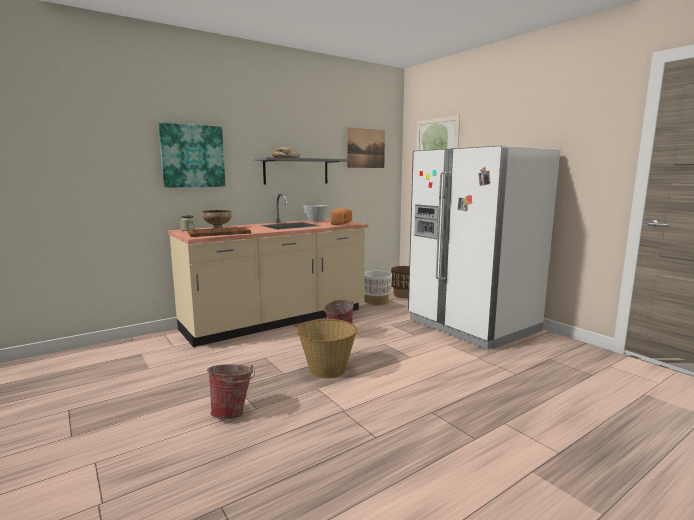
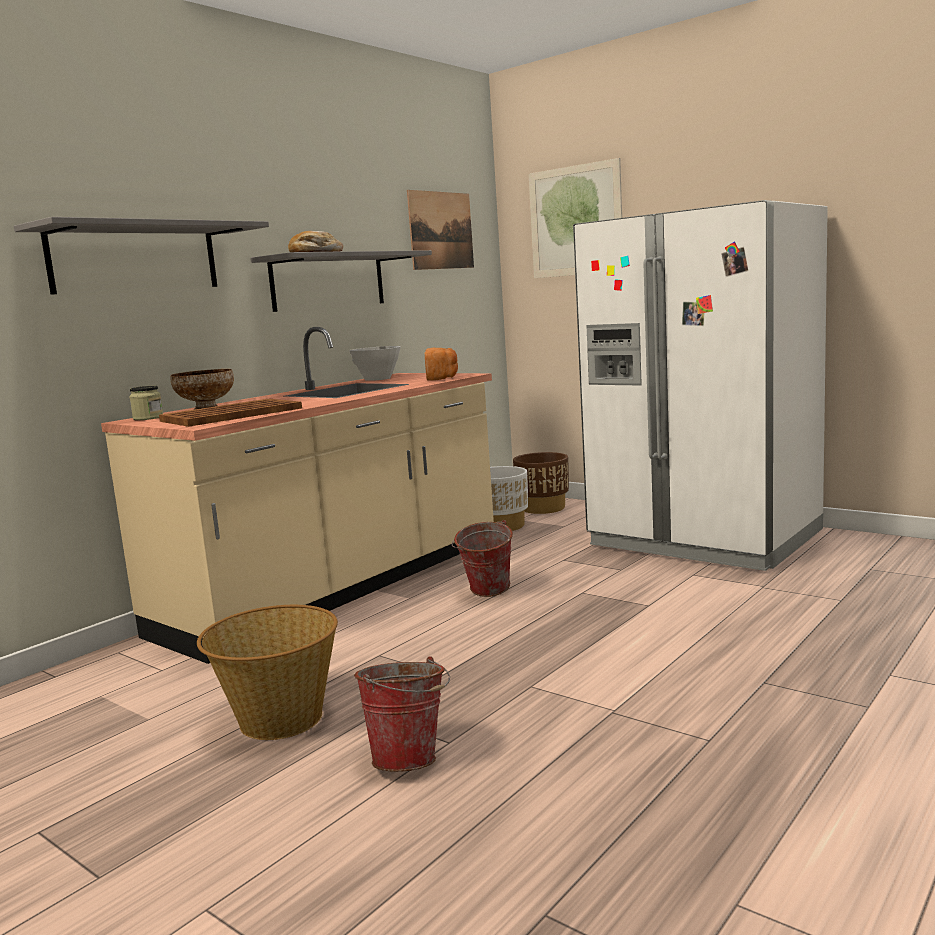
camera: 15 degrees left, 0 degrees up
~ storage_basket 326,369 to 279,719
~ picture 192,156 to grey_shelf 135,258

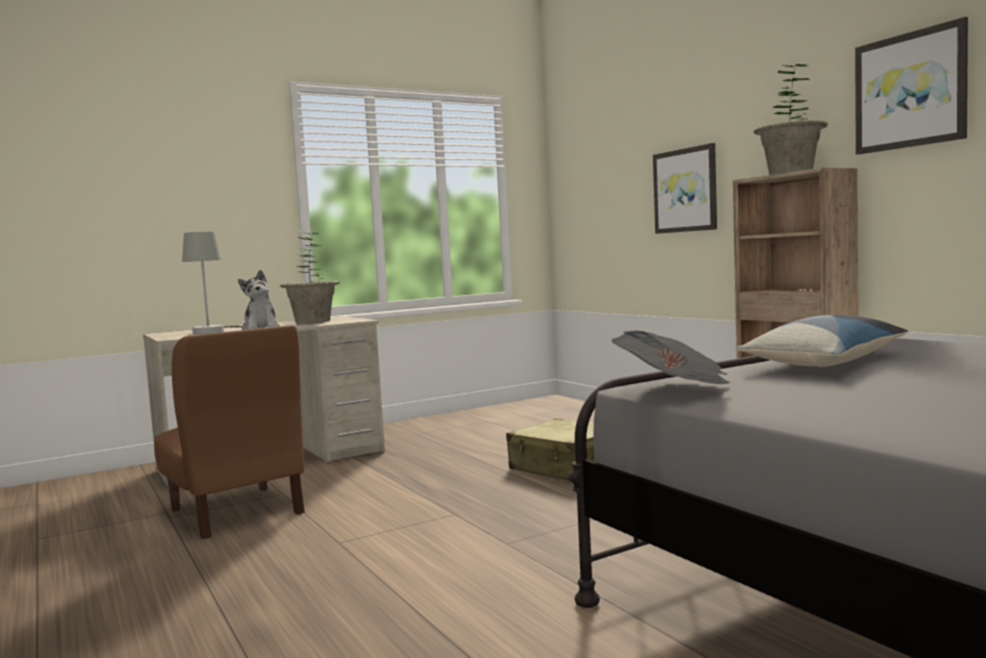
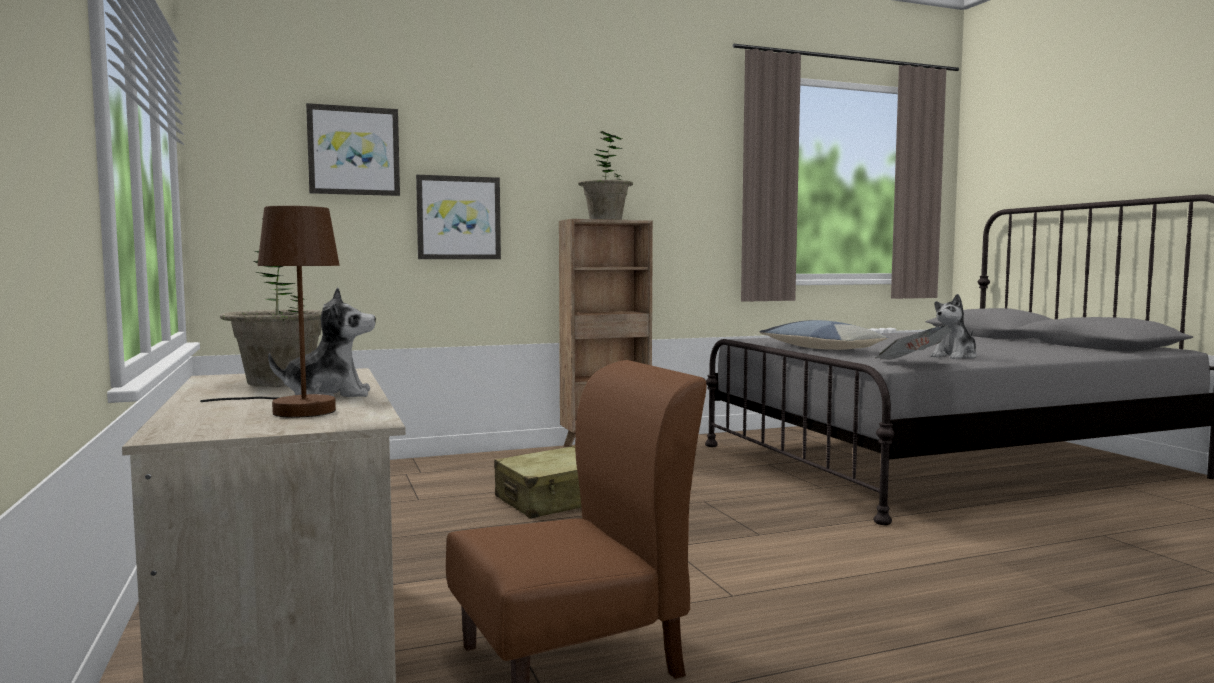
camera: 80 degrees left, 0 degrees up
+ plush_toy 955,356
~ picture 910,90 to 354,151
~ grey_table_lamp 216,331 to brown_table_lamp 293,409

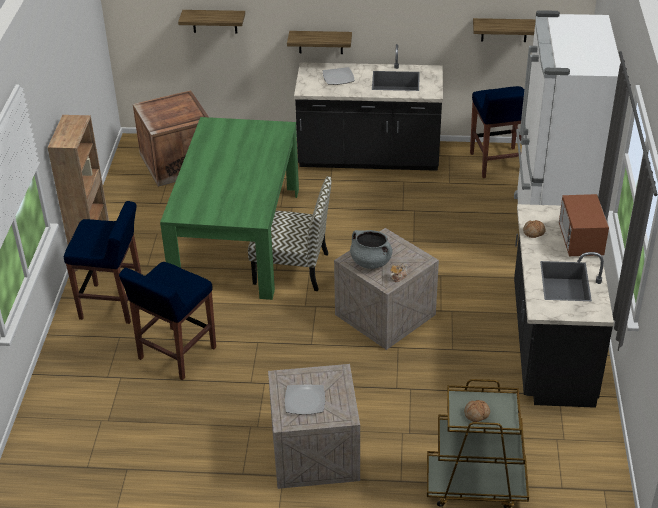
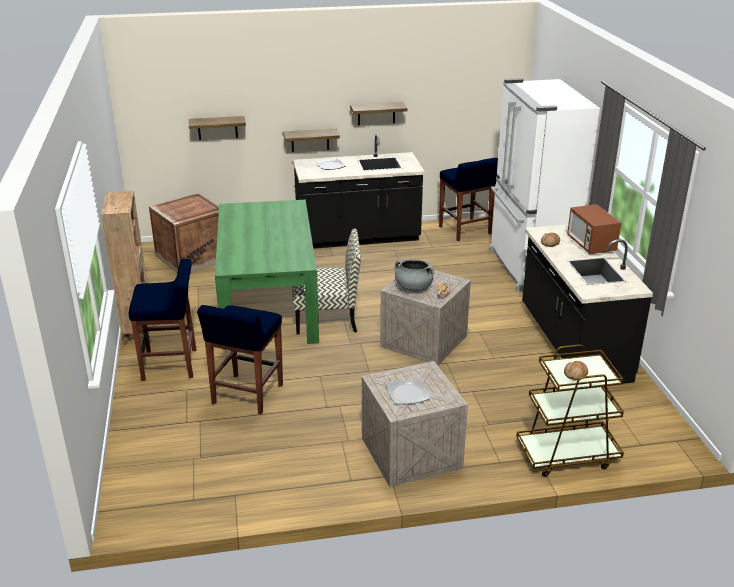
camera: 15 degrees left, 10 degrees down
~ shelf 504,30 to 376,113

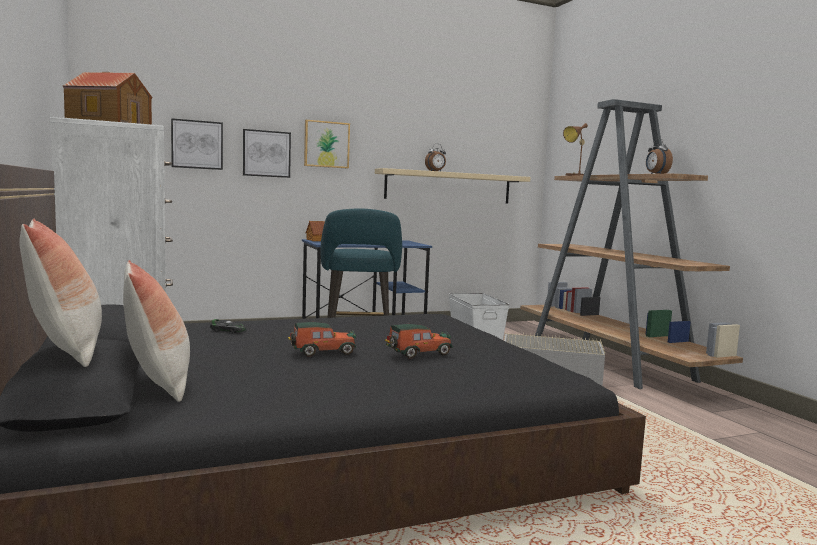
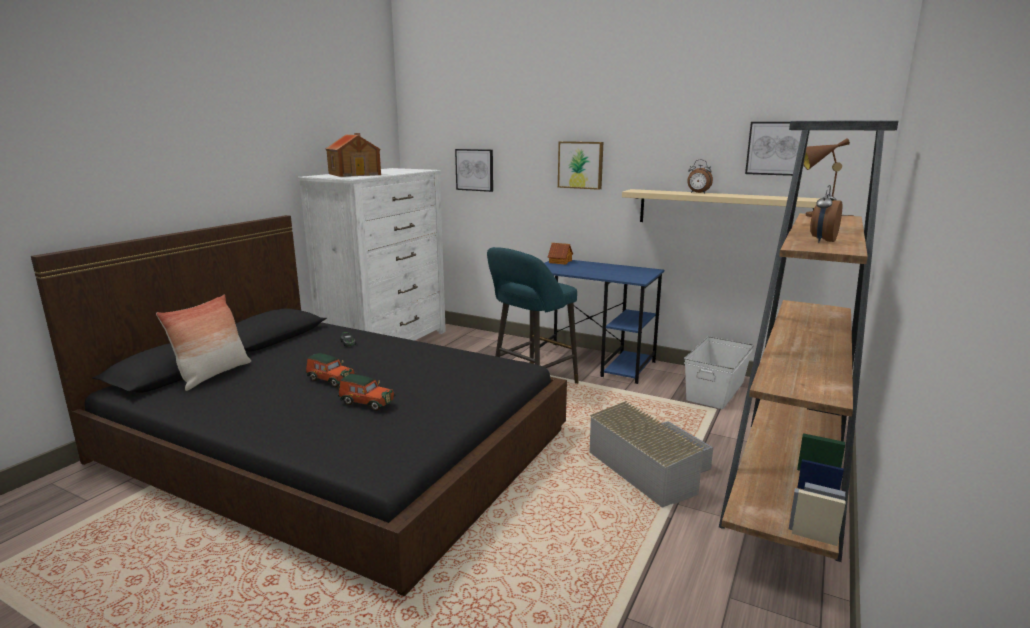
camera: 50 degrees right, 10 degrees up
- throw_pillow 65,351
~ picture 266,153 to 776,148

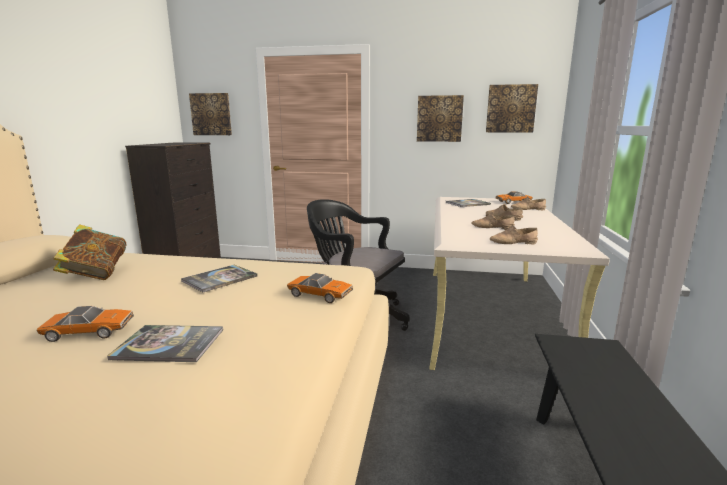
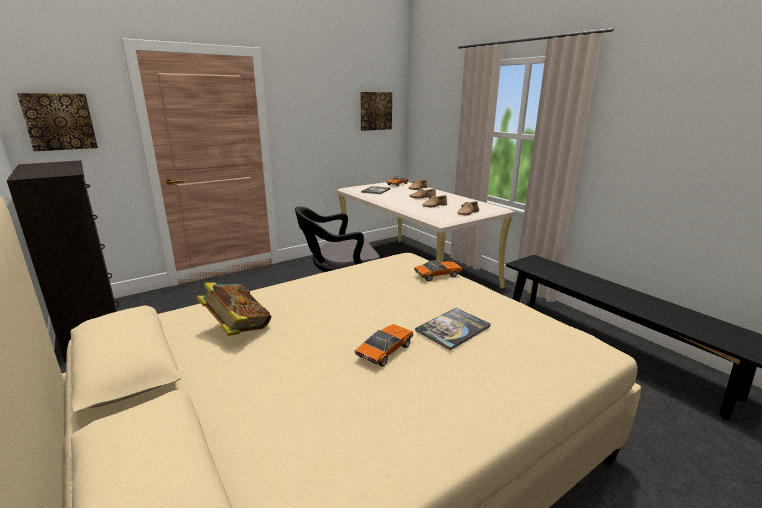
camera: 45 degrees left, 5 degrees up
- book 220,279
- picture 439,118

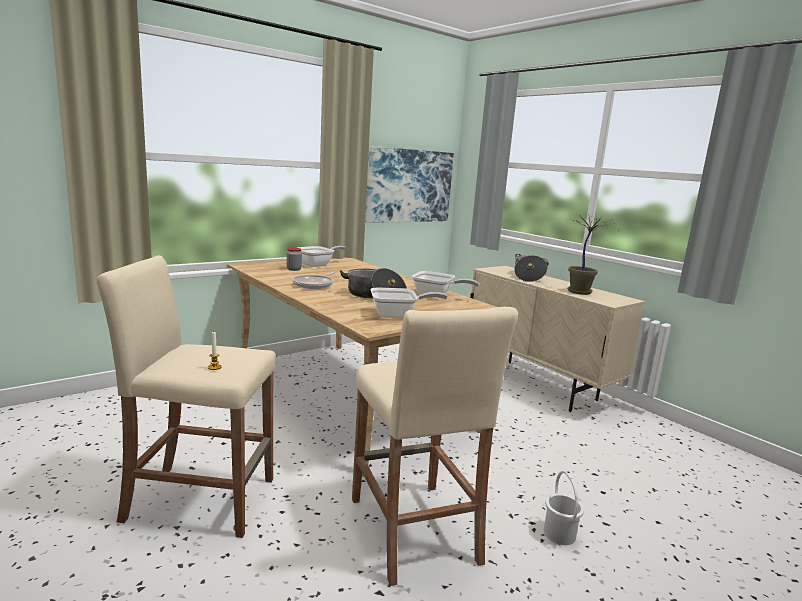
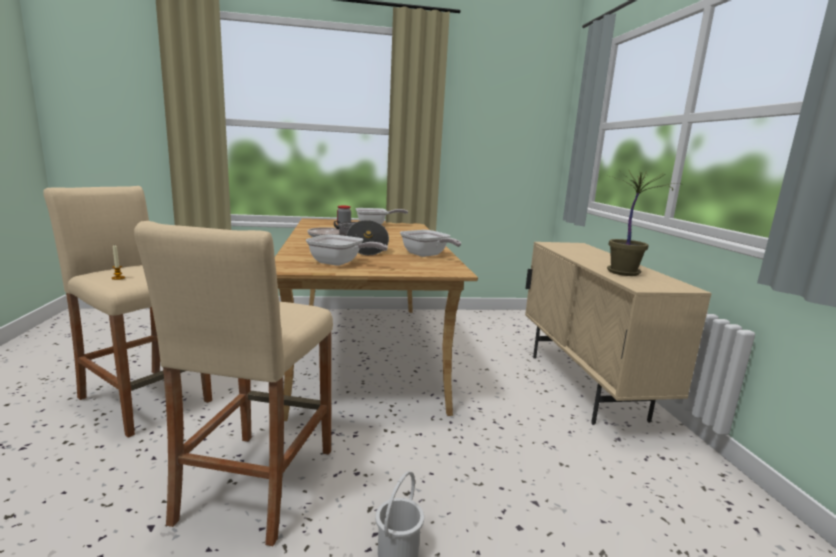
camera: 30 degrees right, 0 degrees up
- picture 409,186
- saucepot 529,277

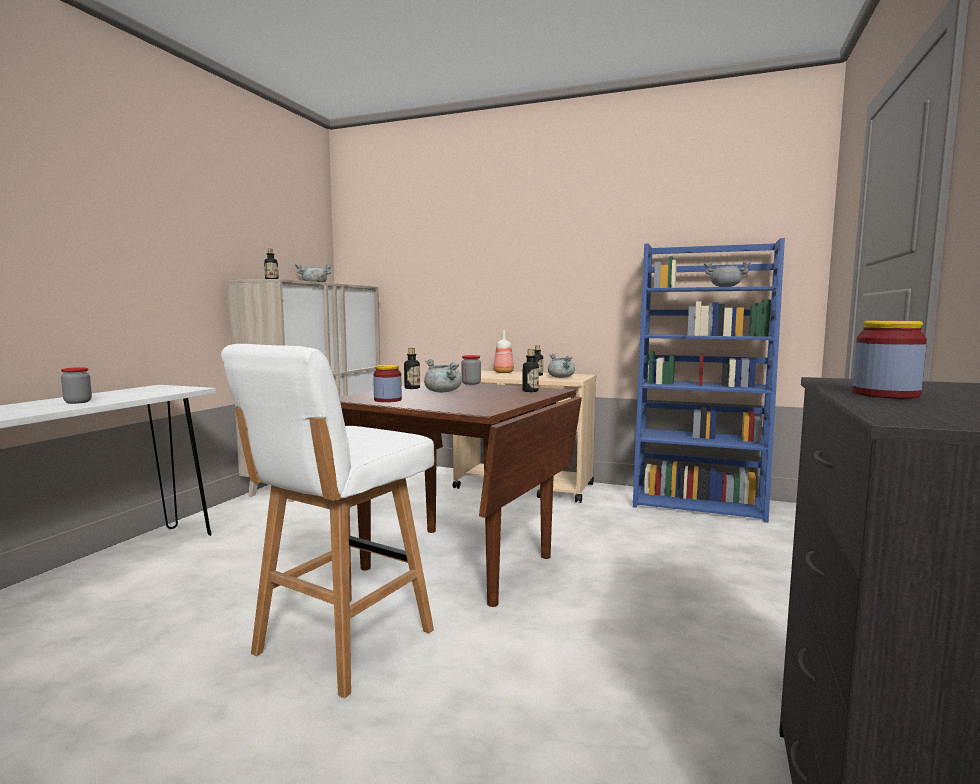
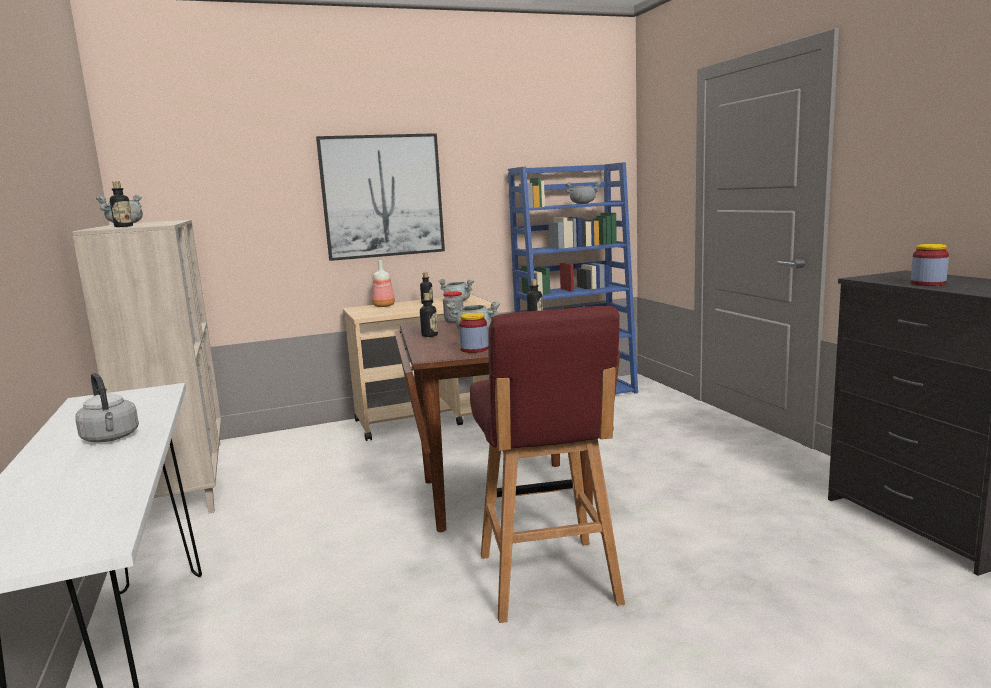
camera: 40 degrees left, 5 degrees up
+ picture 382,196
~ preserve_jar 78,402 to grey_kettle 111,438
~ white-coloured_sitting_stool 341,644 to red-coloured_sitting_stool 548,581

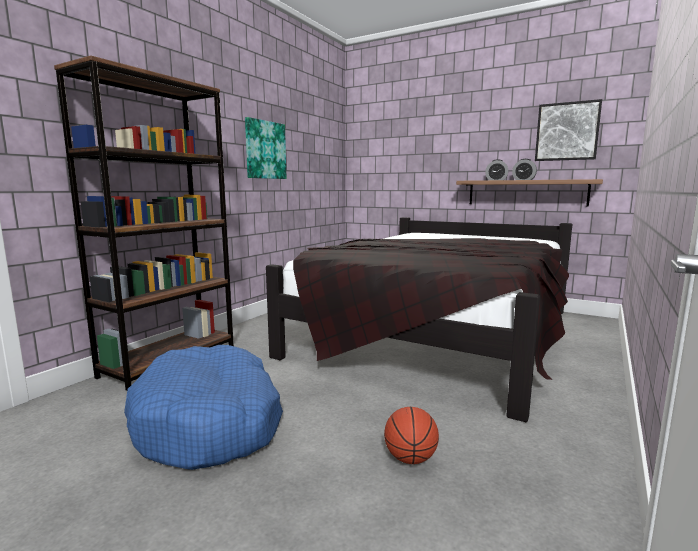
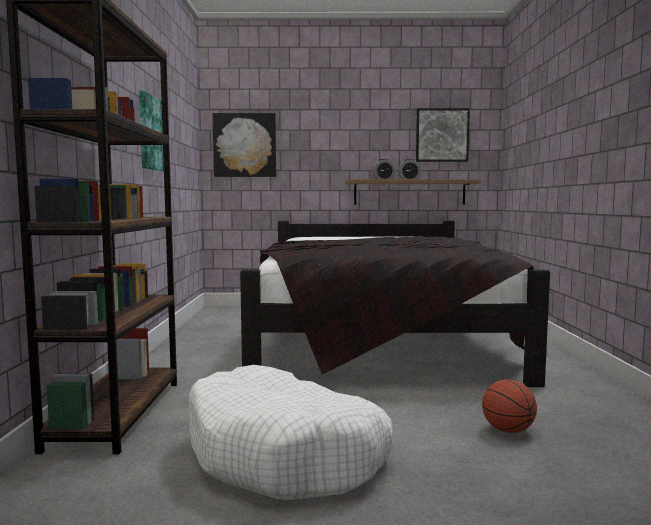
camera: 30 degrees left, 5 degrees down
+ picture 245,145
~ bluish_dog_cushion 210,422 to white-coloured_dog_cushion 285,454

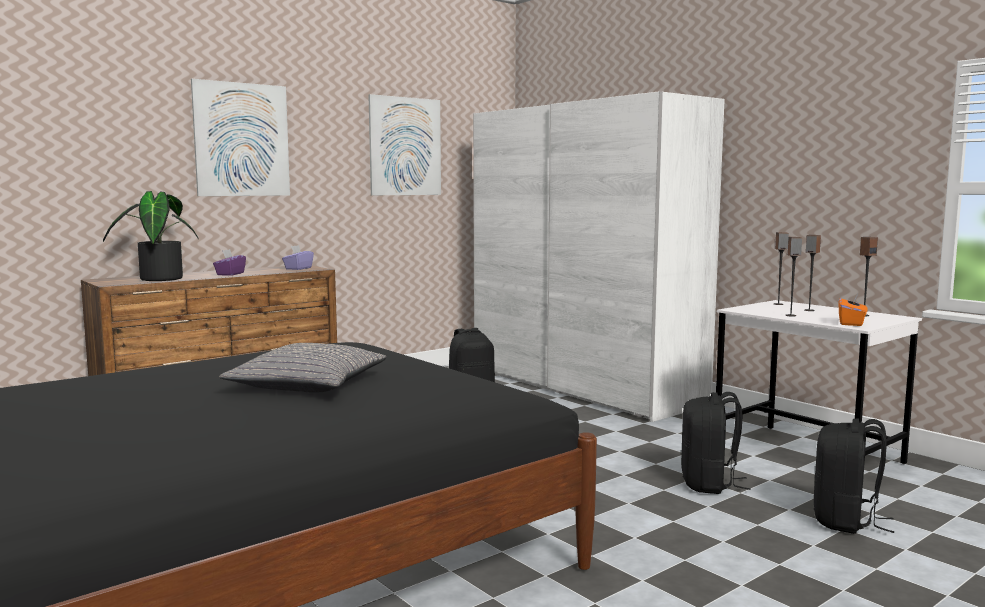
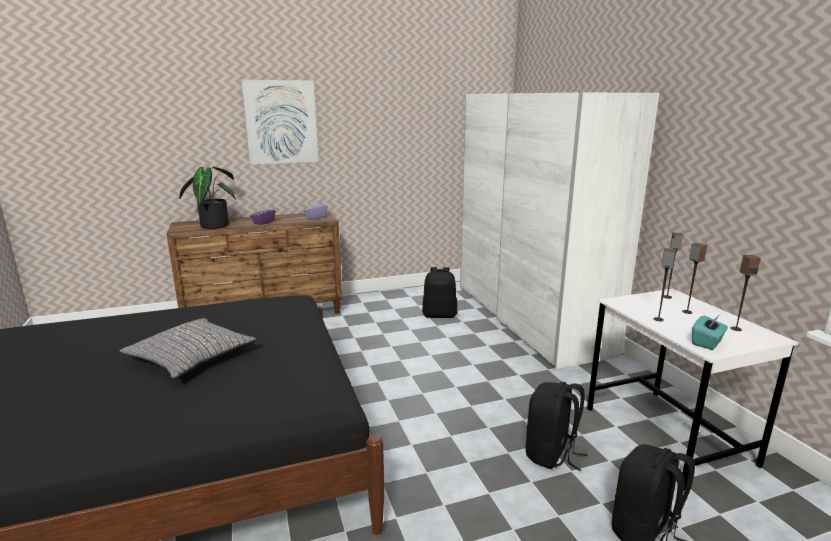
camera: 20 degrees right, 10 degrees up
- picture 405,146
~ orange_tissue_box 851,323 to blue-green_tissue_box 707,343

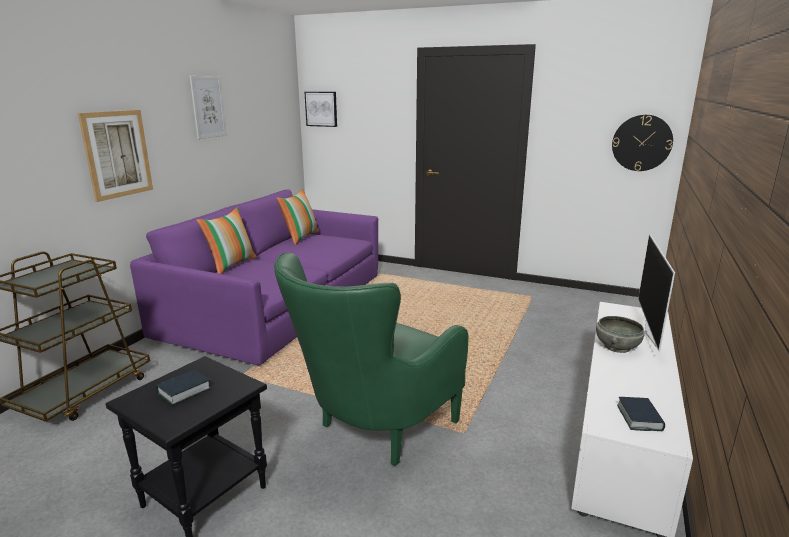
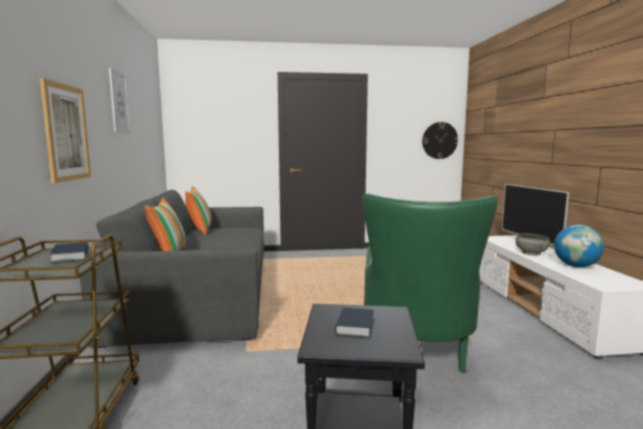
camera: 30 degrees left, 10 degrees down
- picture 321,109
+ globe 576,266
~ book 639,418 to 71,257
~ purple_couch 277,305 to grey_couch 199,294

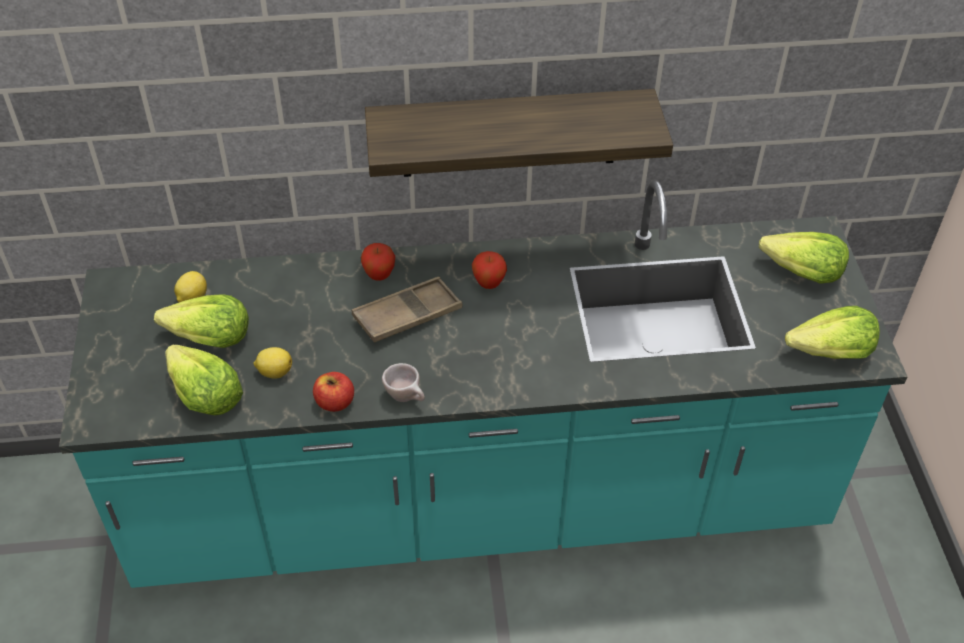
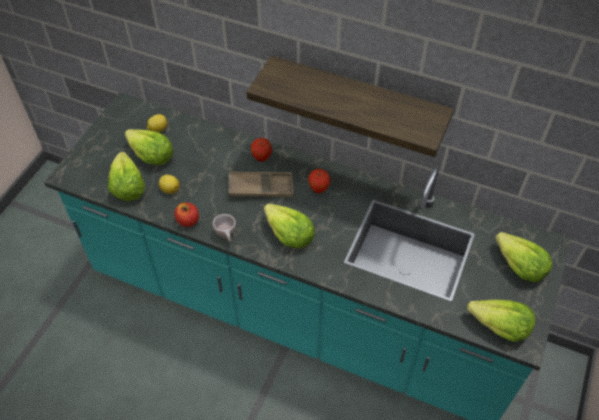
camera: 30 degrees right, 5 degrees up
+ head_of_lettuce 288,235

